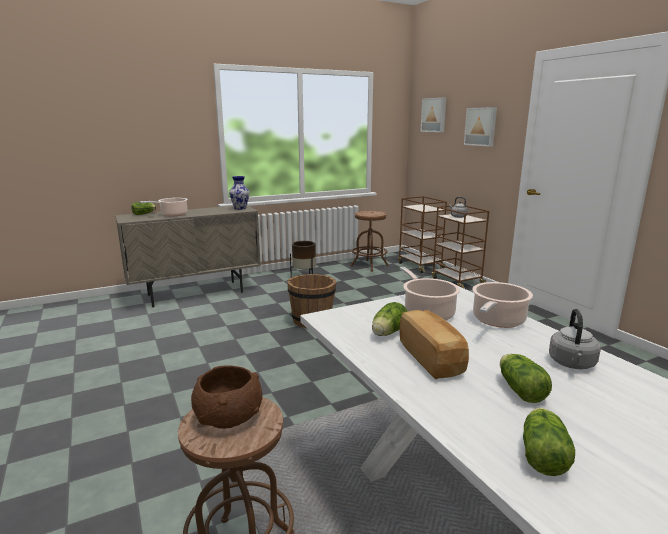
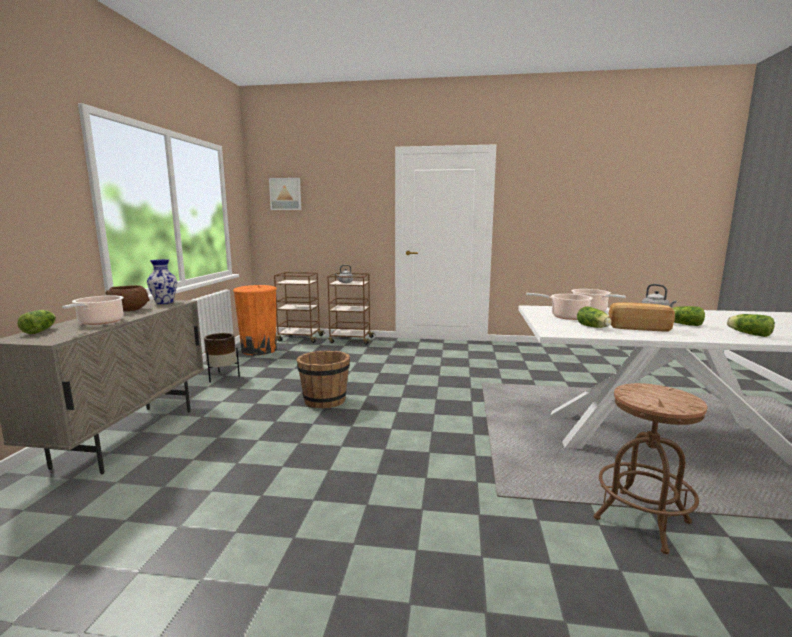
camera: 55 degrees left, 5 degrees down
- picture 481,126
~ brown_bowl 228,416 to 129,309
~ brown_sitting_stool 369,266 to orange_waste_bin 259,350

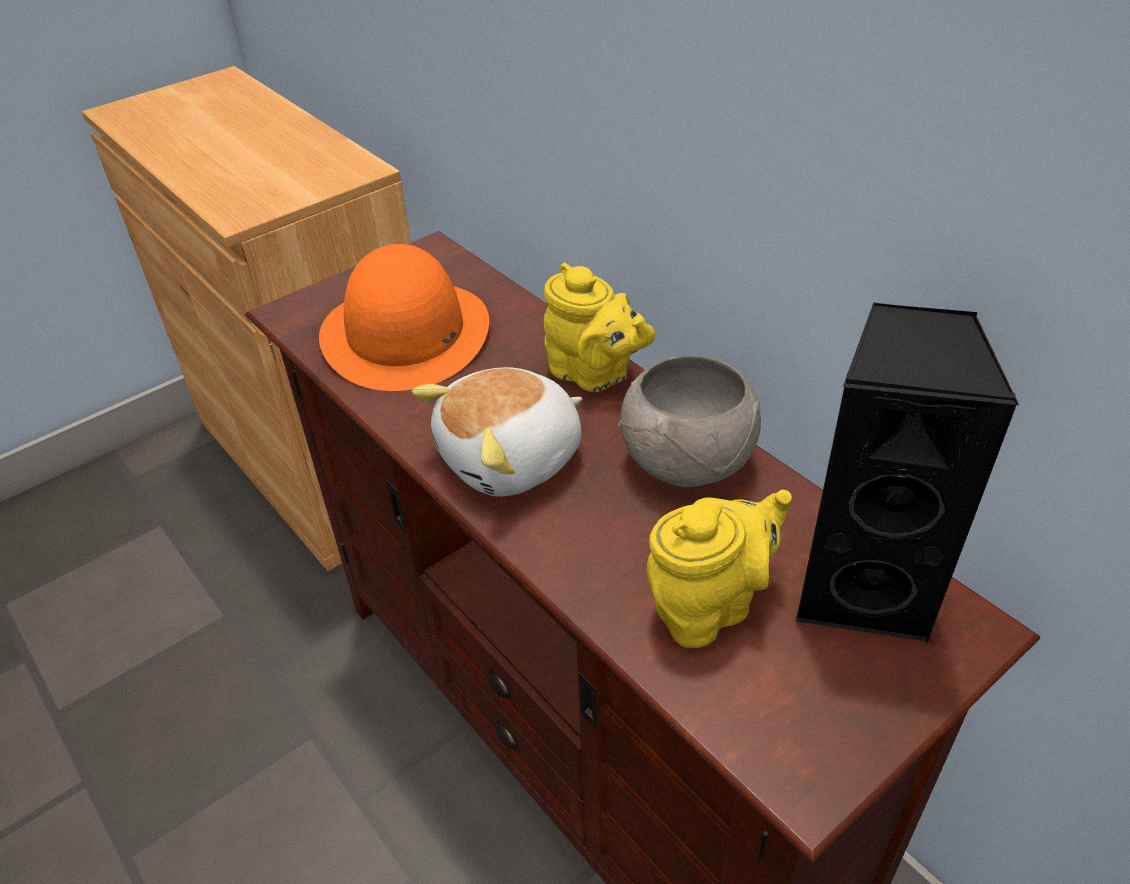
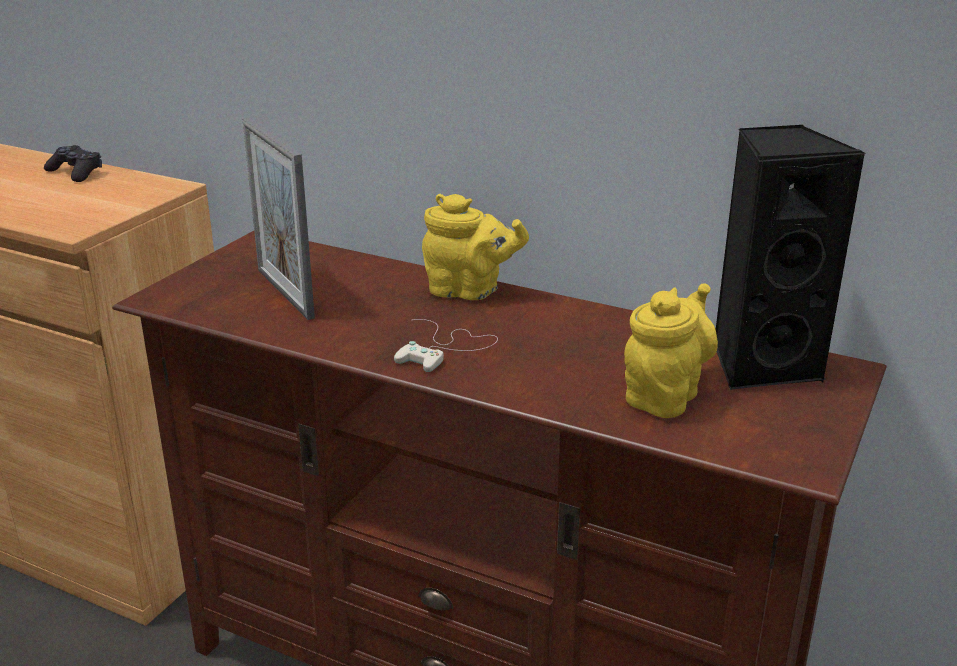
camera: 25 degrees left, 15 degrees down
- grey_bowl 690,462
+ black_gamepad 76,173
~ orange_clothing_hat 406,333 to standing_frame 285,293
~ plush_toy 512,459 to white-coloured_gamepad 446,349

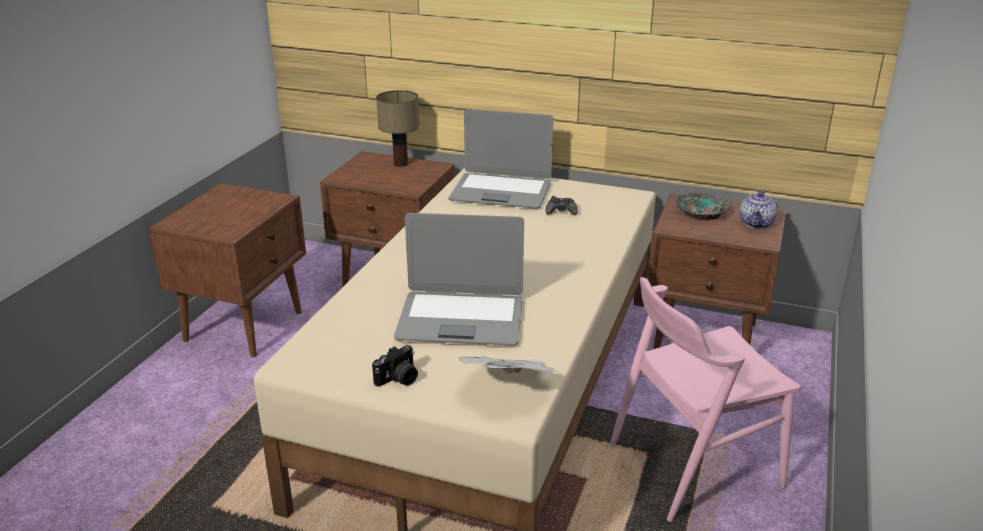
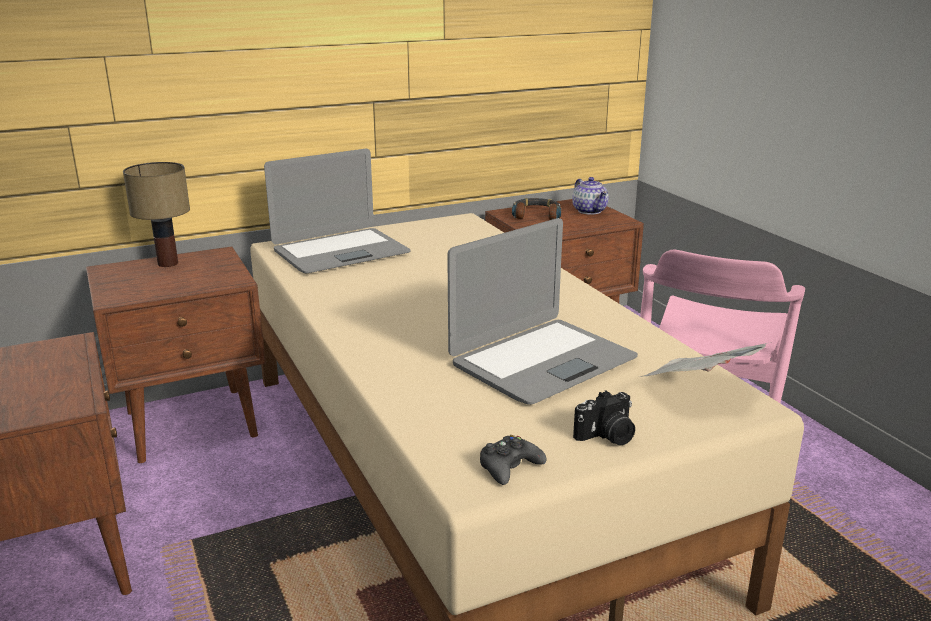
camera: 45 degrees left, 5 degrees down
~ black_gamepad 561,211 to 509,467
~ bowl 702,211 to headphones 536,215
~ photo_camera 398,379 = 607,436 60 degrees clockwise

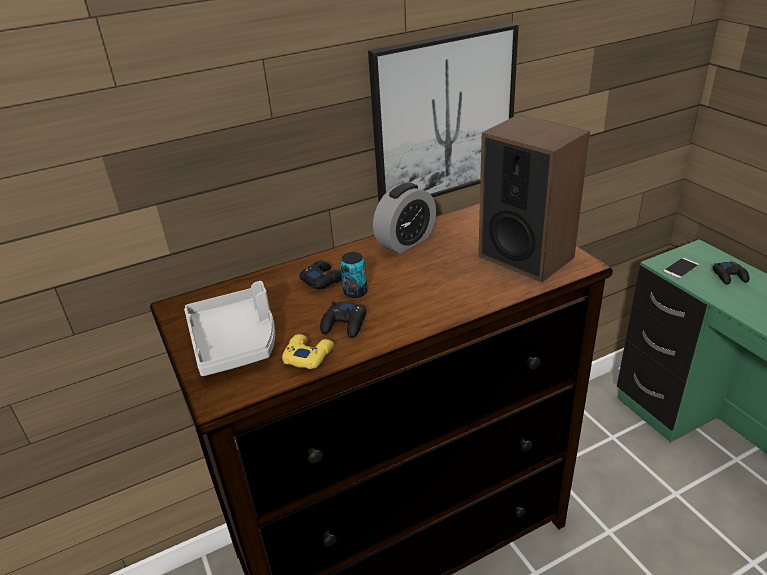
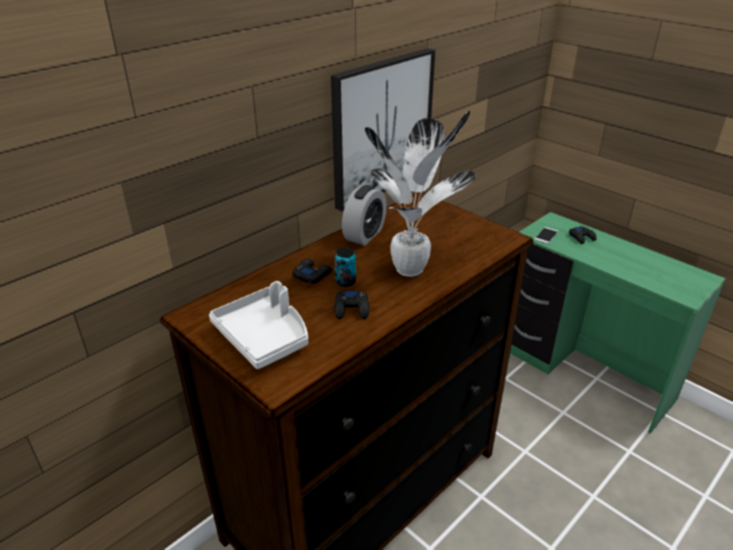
camera: 20 degrees left, 0 degrees up
- yellow-coloured_gamepad 308,355
- audio_speaker 526,256
+ houseplant 412,270

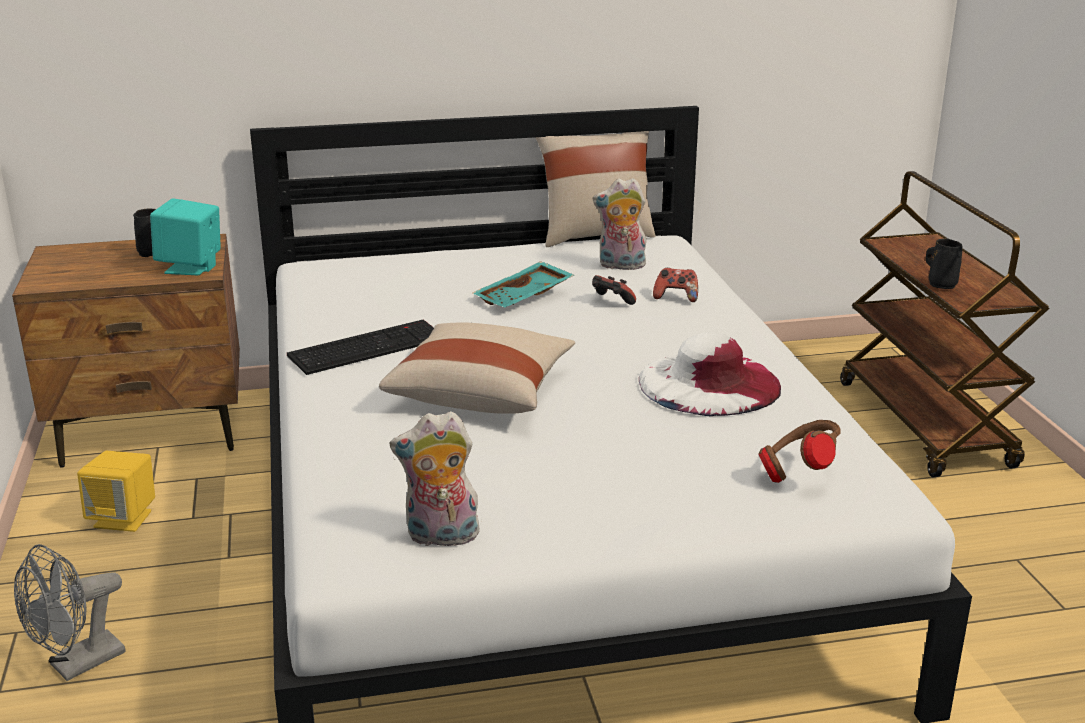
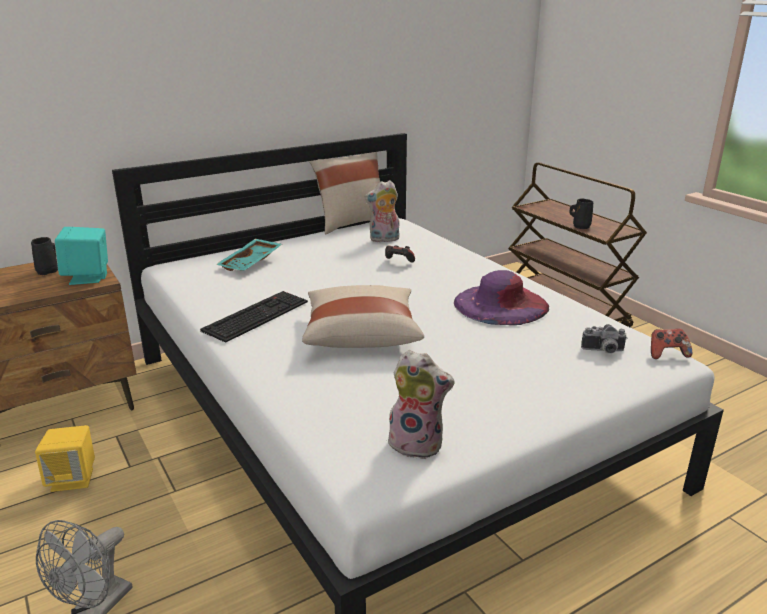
camera: 20 degrees left, 0 degrees up
~ blue-green_carrying_tray 524,297 to 251,263
~ gamepad 676,297 to 667,354
~ brown_headphones 798,473 to photo_camera 603,351
~ white-coloured_clothing_hat 709,383 to purple_clothing_hat 500,304
~ plush_toy 441,537 = 418,443 135 degrees counterclockwise

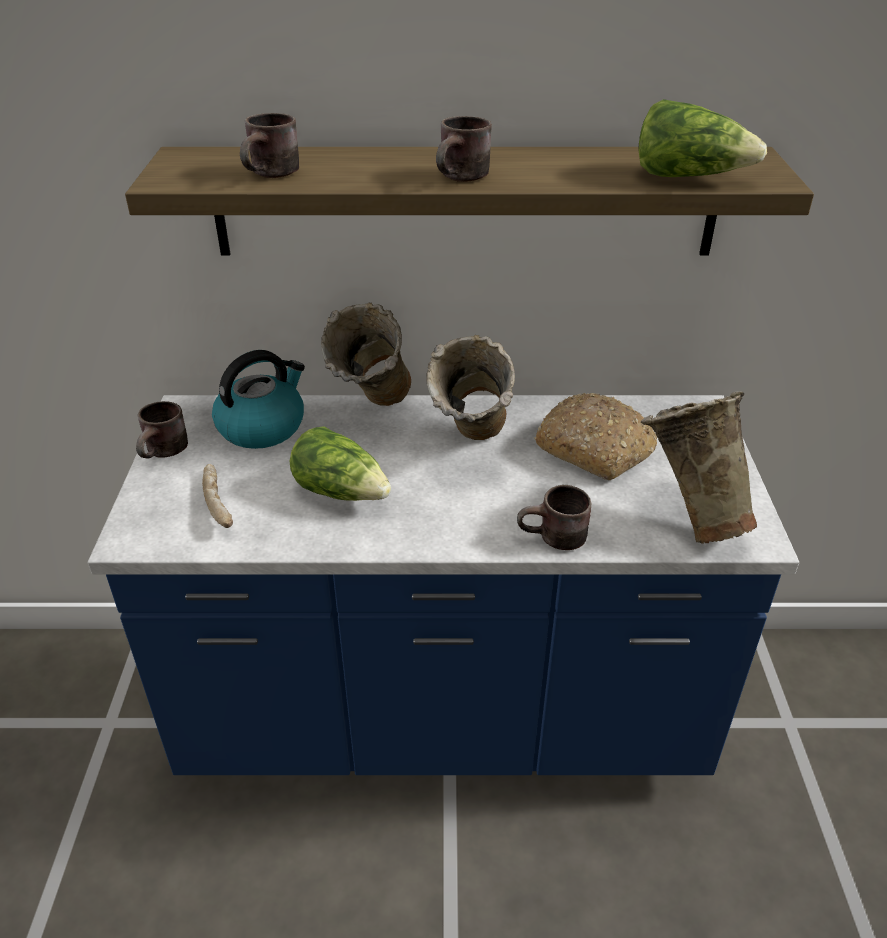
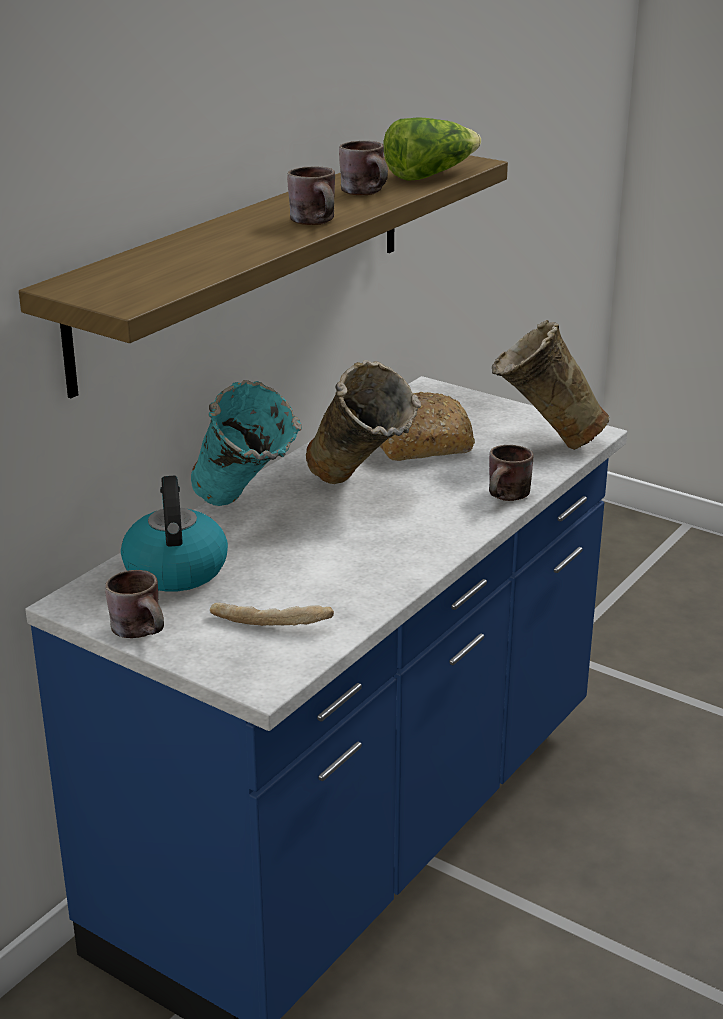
camera: 55 degrees left, 10 degrees down
- head_of_lettuce 342,492
~ brown_tea_mug 274,175 to 369,192
~ beige-coloured_decorative_vase 375,418 to blue-green_decorative_vase 244,513

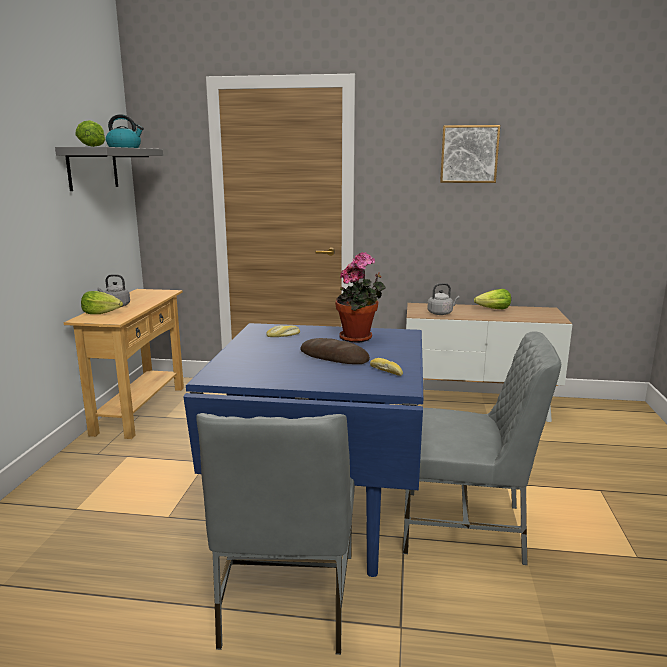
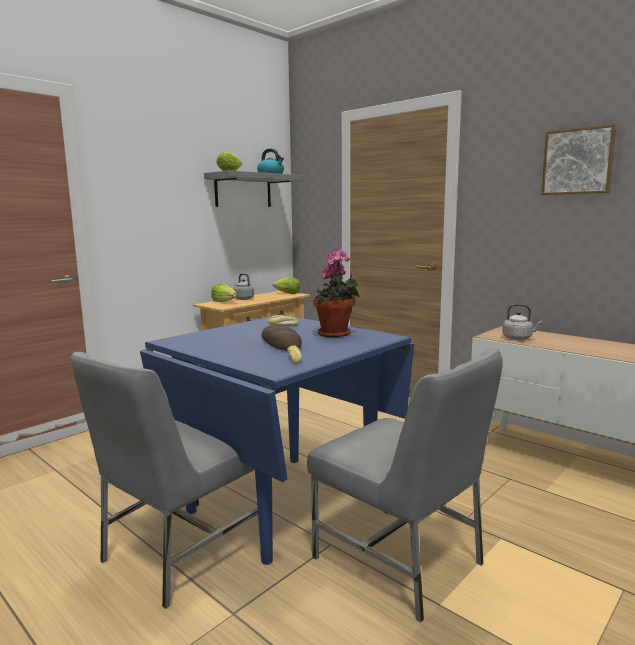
camera: 35 degrees right, 5 degrees down
~ head_of_lettuce 493,309 to 287,293

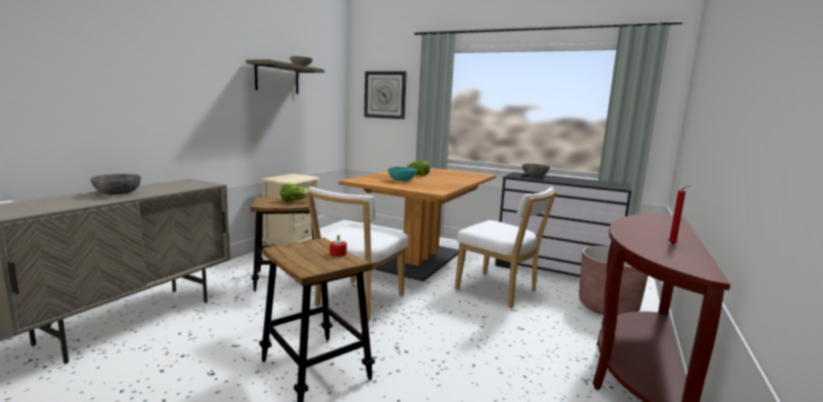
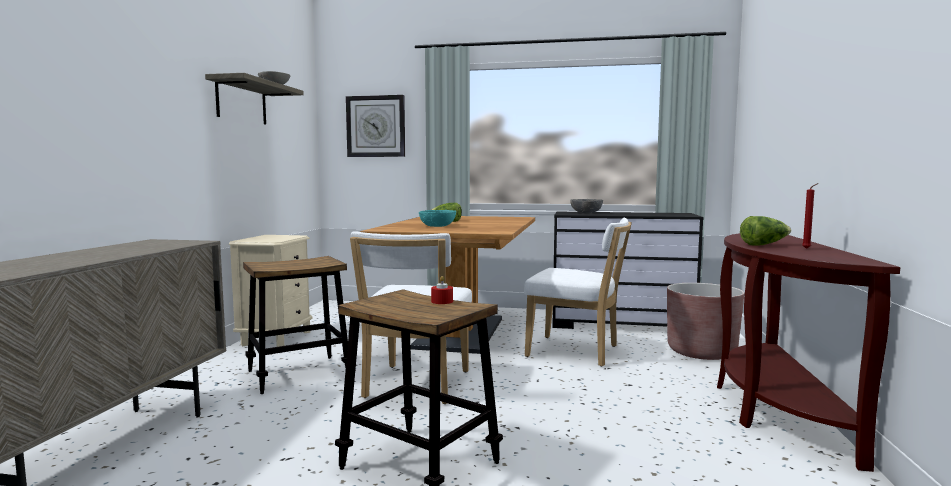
camera: 15 degrees left, 5 degrees down
- grey_bowl 117,193
~ head_of_lettuce 294,201 to 764,245

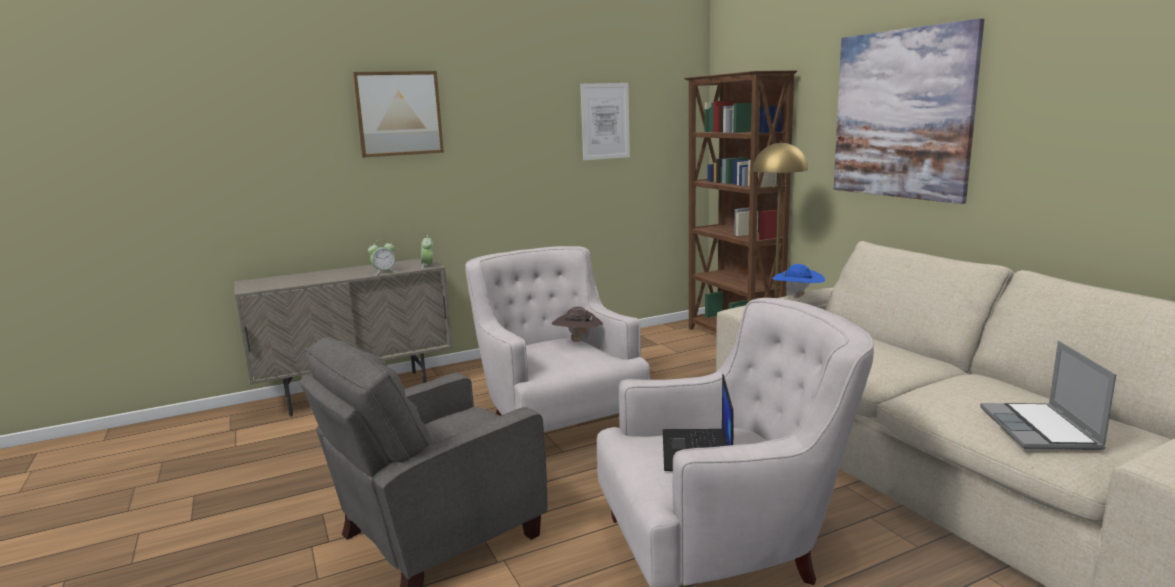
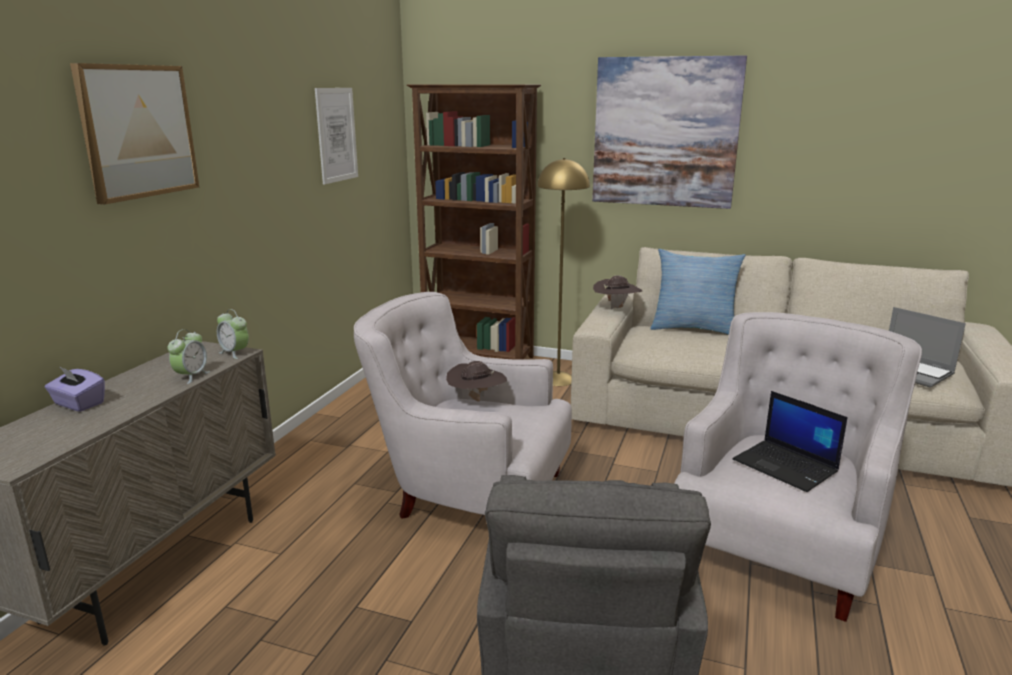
camera: 45 degrees left, 5 degrees up
+ purple_tissue_box 78,404
+ throw_pillow 693,328
~ bluish_clothing_hat 797,298 to brown_clothing_hat 616,308

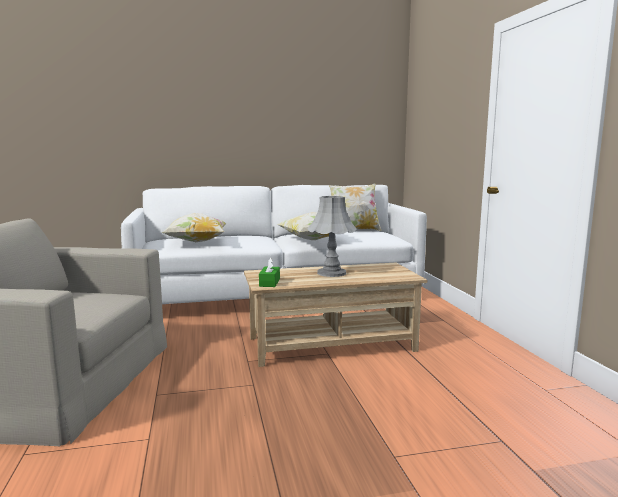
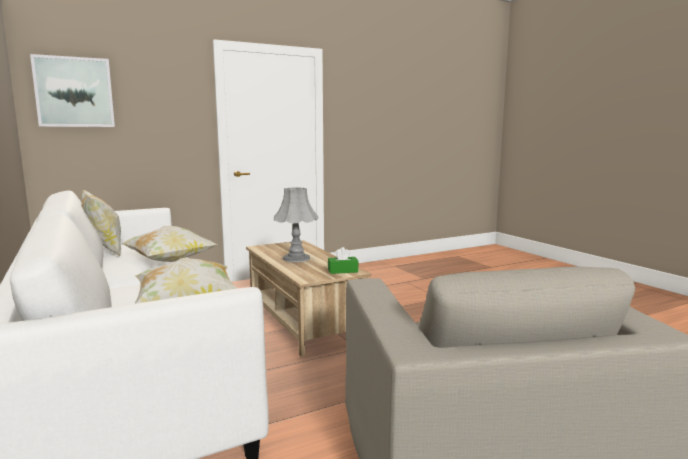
camera: 105 degrees left, 0 degrees up
+ picture 74,92

